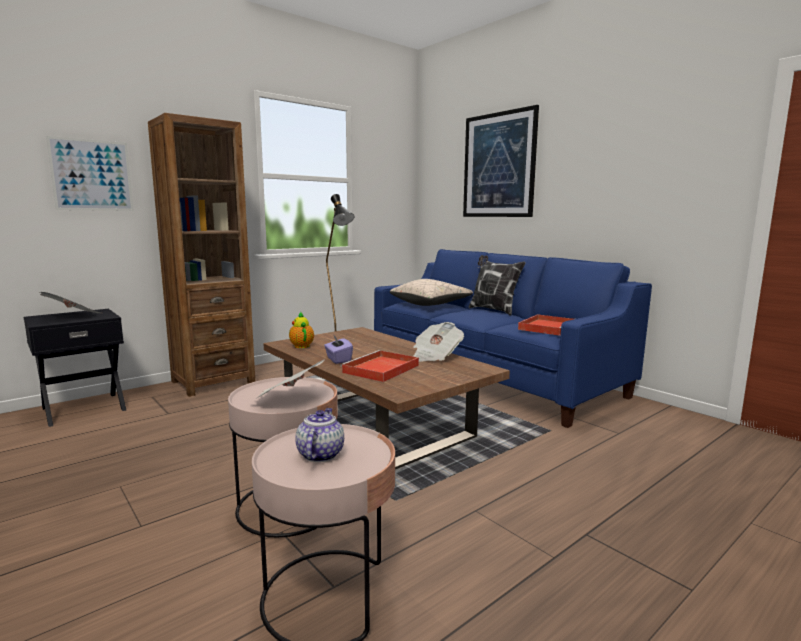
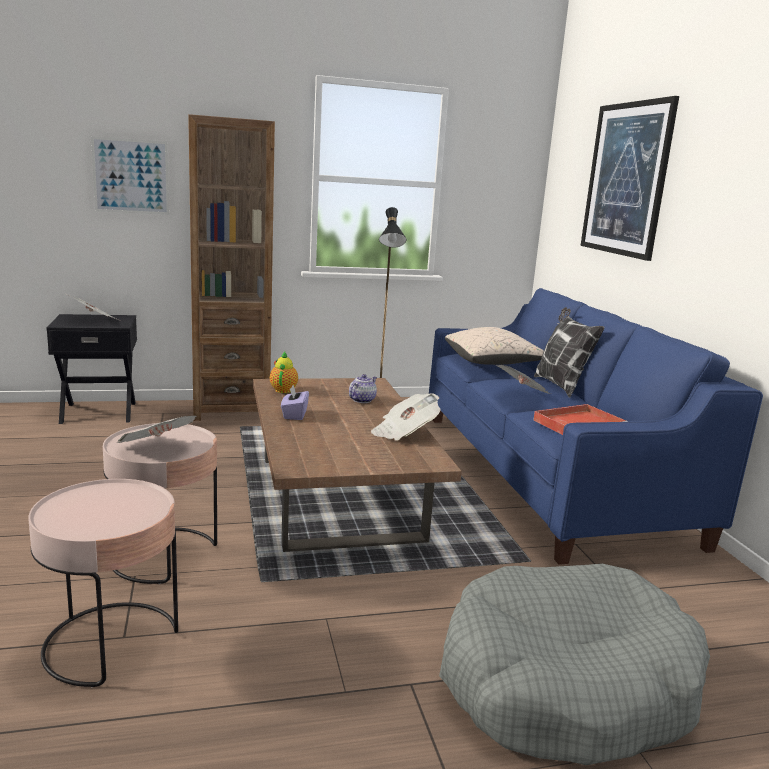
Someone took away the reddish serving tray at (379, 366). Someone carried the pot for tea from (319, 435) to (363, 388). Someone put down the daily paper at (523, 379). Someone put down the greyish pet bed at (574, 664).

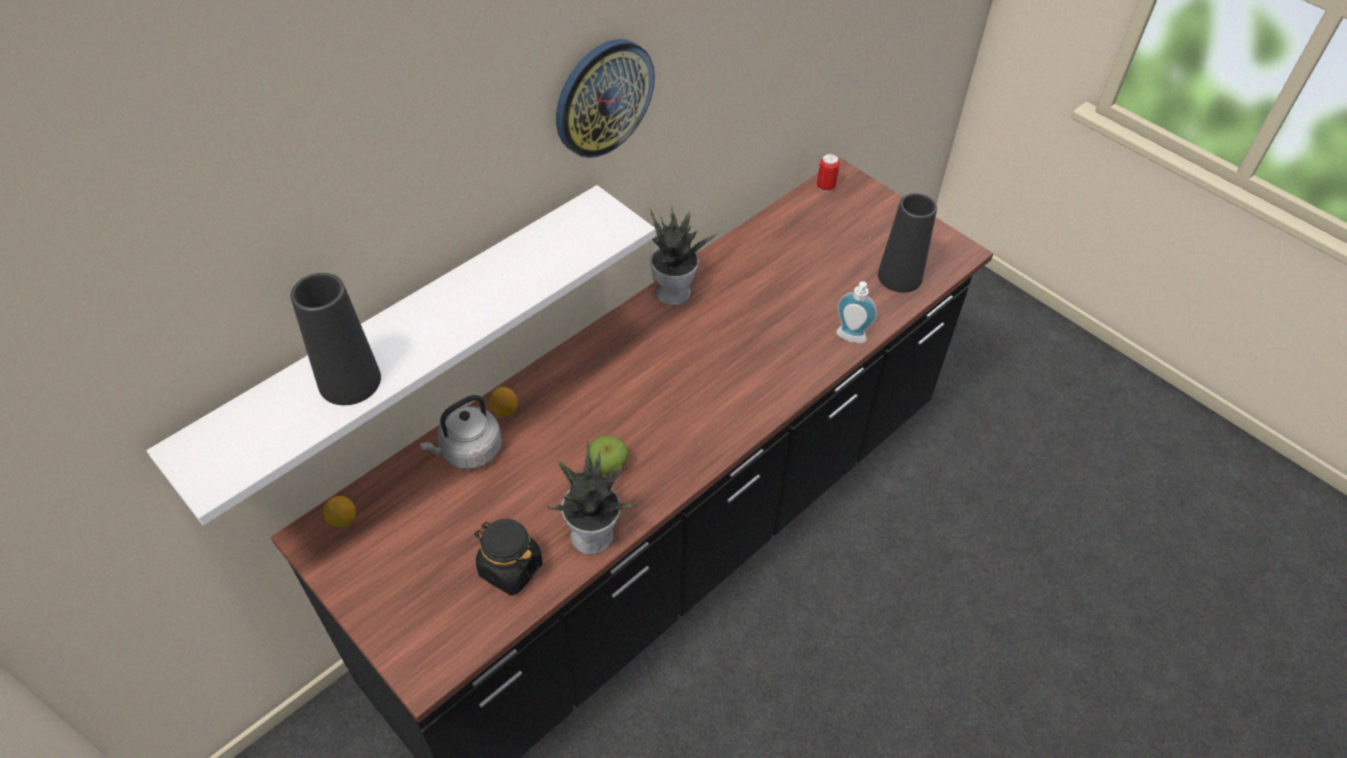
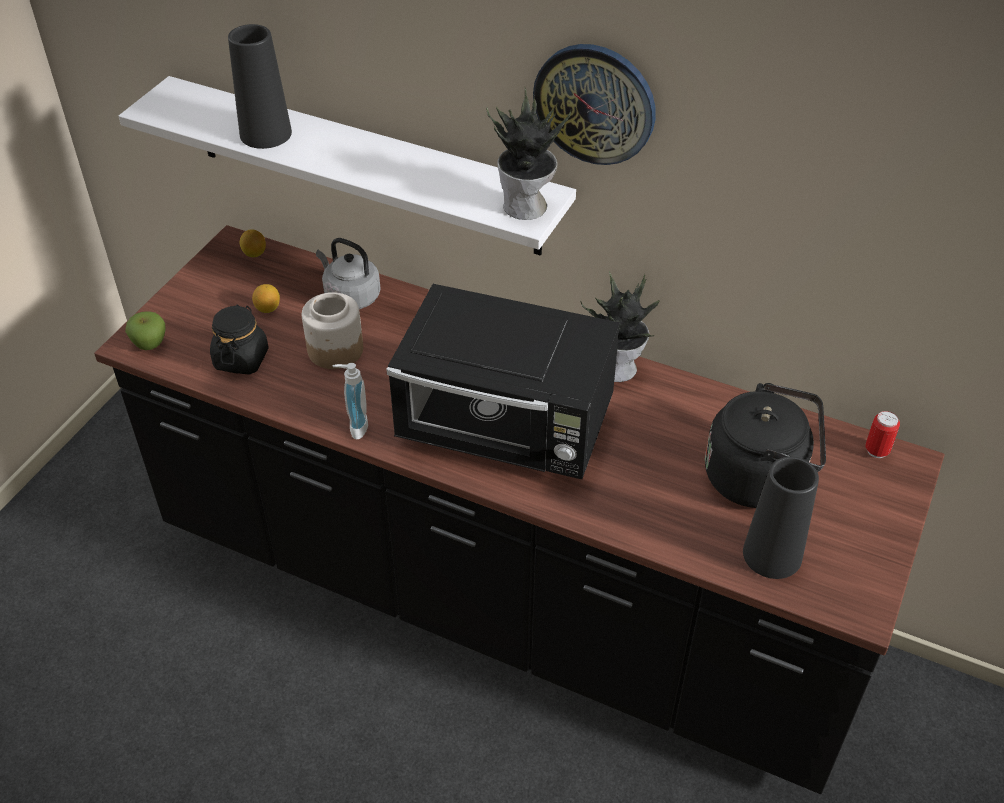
Someone carried the soap bottle from (856, 312) to (350, 401). Someone carried the lemon from (503, 402) to (266, 298). Someone carried the whole apple from (607, 456) to (145, 330). Someone carried the plant in a pot from (592, 497) to (528, 153). Someone put down the blackish kitchen microwave at (503, 381). Someone put down the preserve jar at (332, 330). Someone put down the blackish tea kettle at (765, 445).

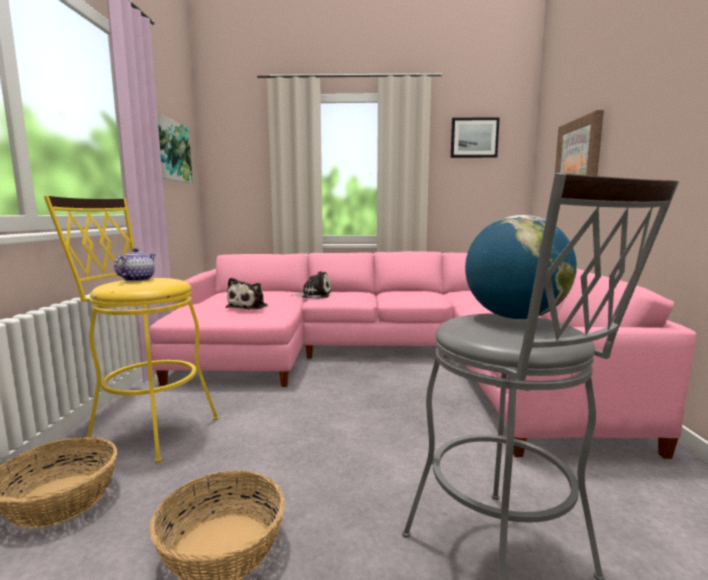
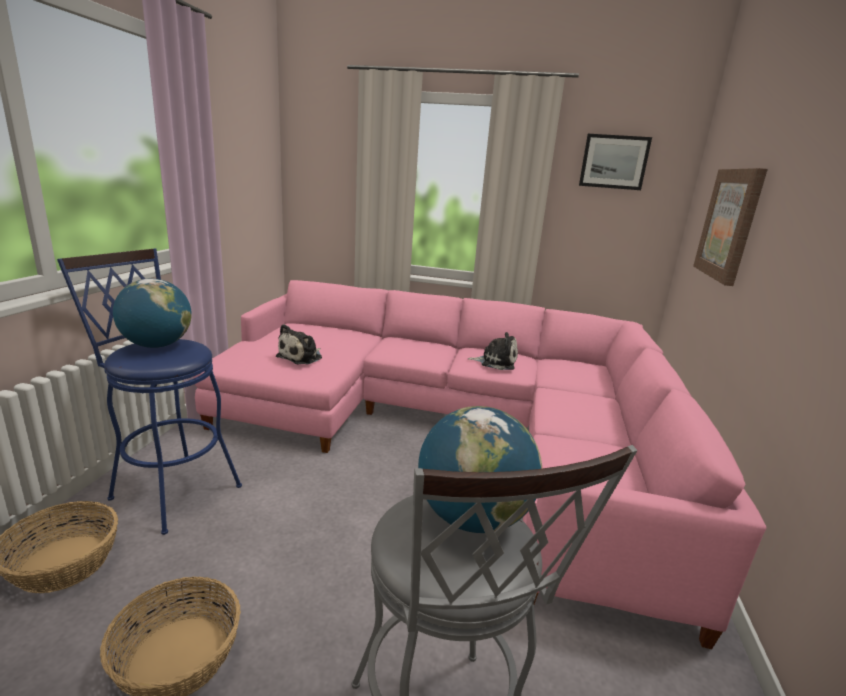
Someone took away the picture at (175, 148). Someone repainted the yellow-coloured sitting stool at (131, 329), which became the bluish sitting stool at (149, 391). Someone swapped the pot for tea at (135, 264) for the desk globe at (152, 313). Someone carried the soft toy from (311, 285) to (493, 351).

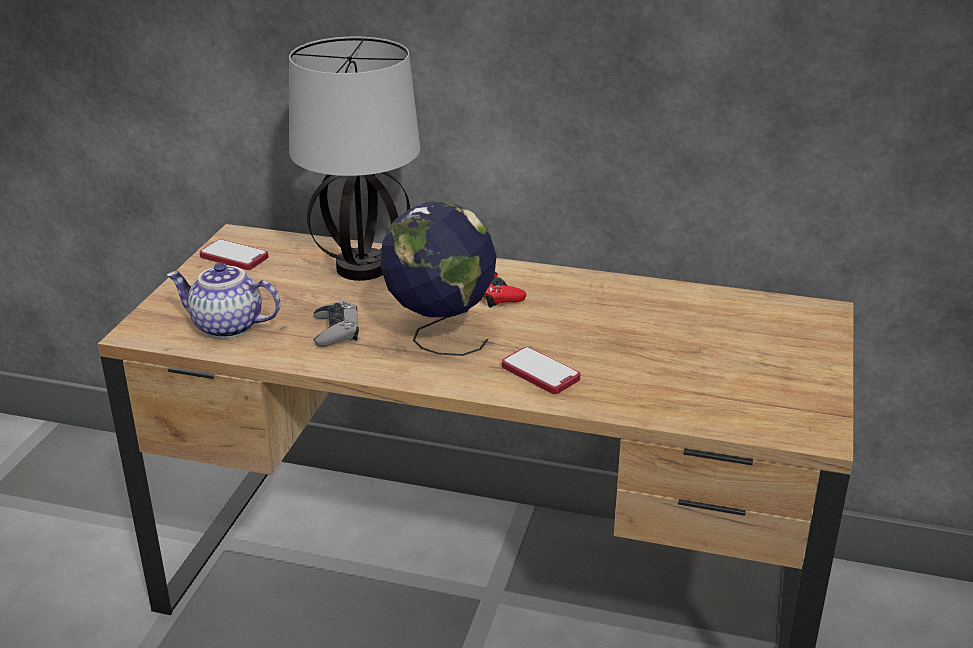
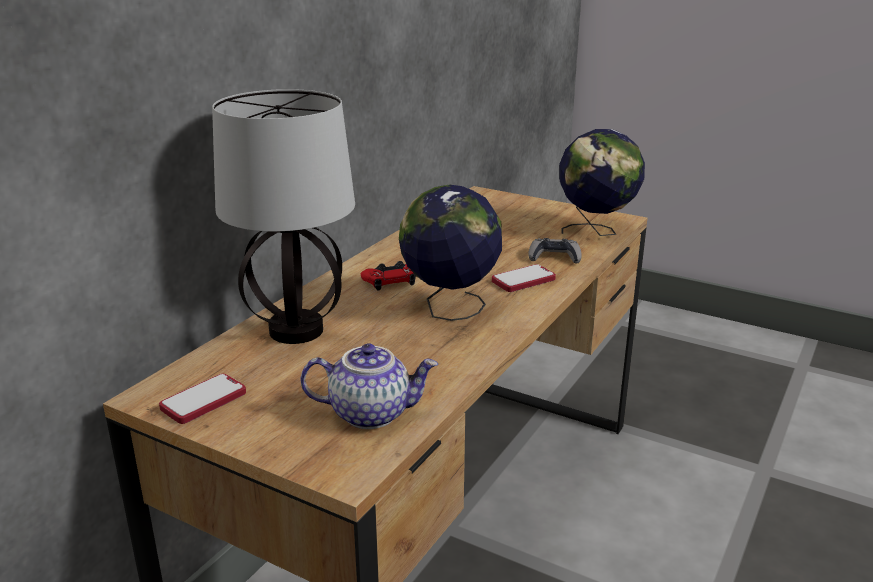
Someone rotated the pot for tea at (223, 301) by 120 degrees counterclockwise. Someone carried the greyish game controller from (336, 324) to (555, 251). Someone put down the desk globe at (602, 182).

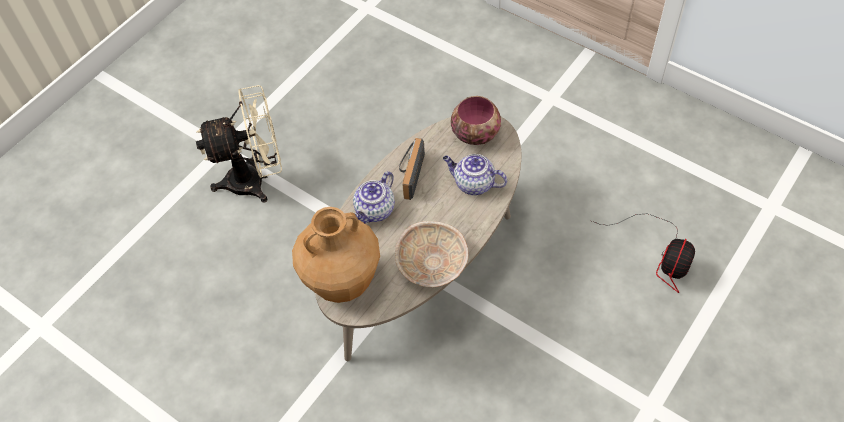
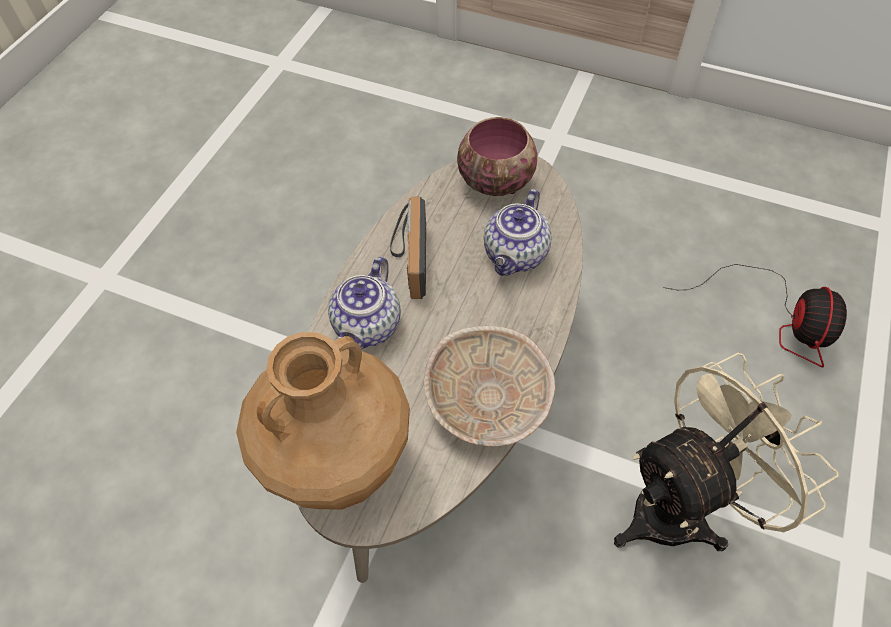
Someone carried the sand-coloured electric fan from (239, 144) to (726, 452). Someone rotated the pot for tea at (475, 174) by 75 degrees counterclockwise.

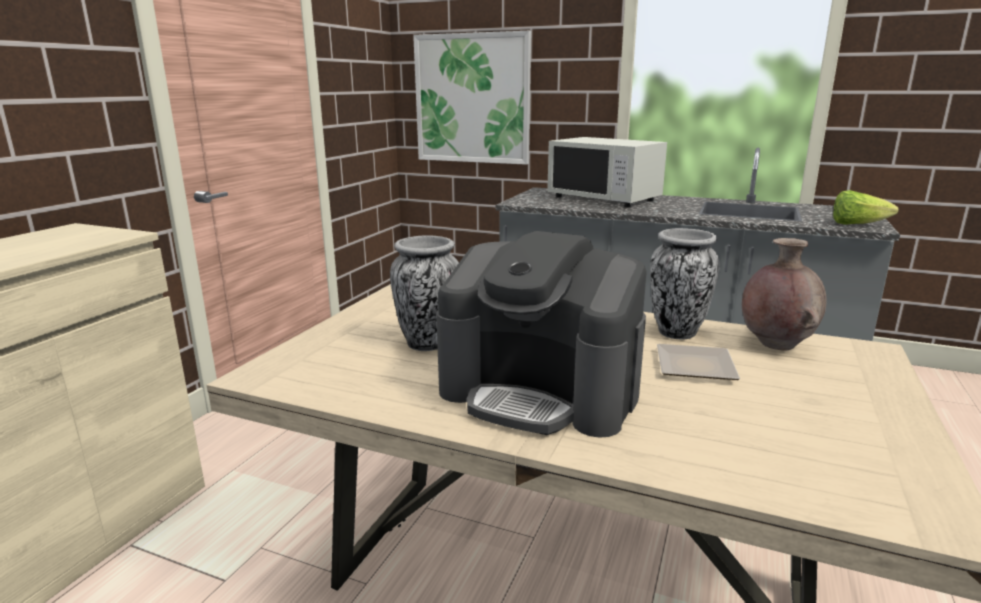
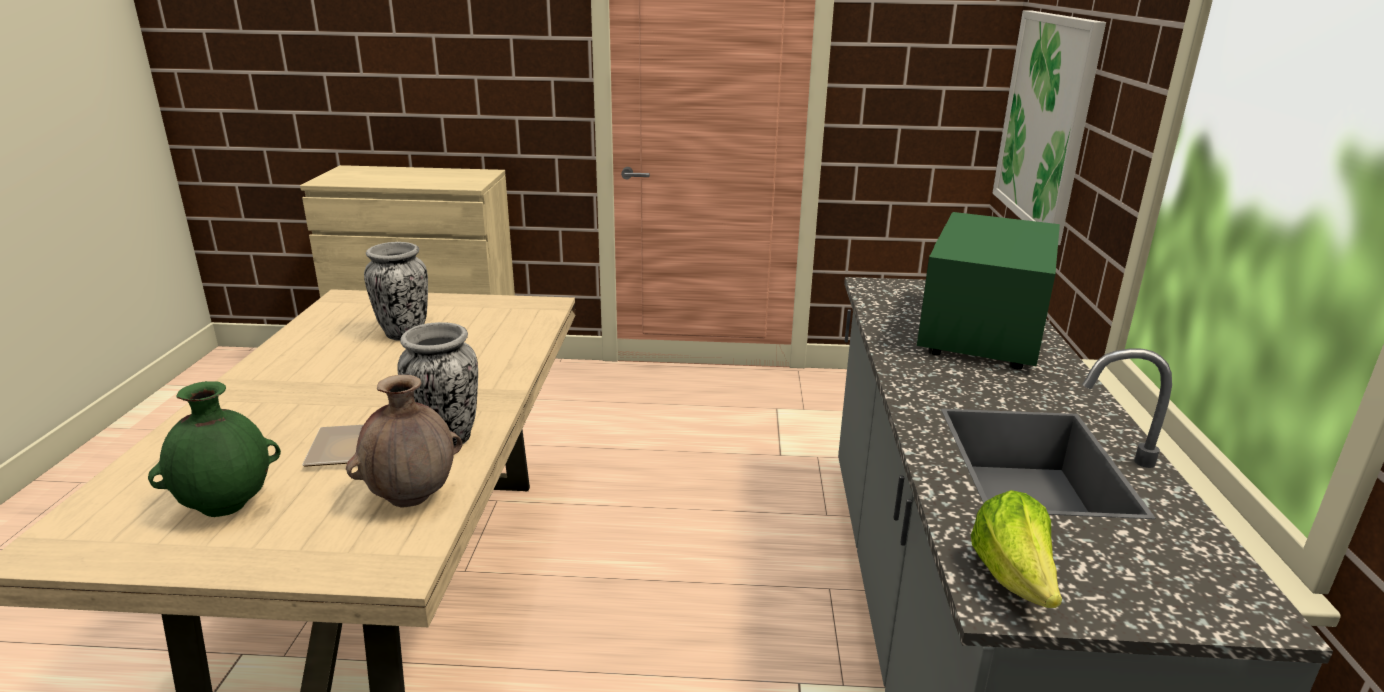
Someone repainted the whitish kitchen microwave at (607, 172), which became the green kitchen microwave at (988, 290). Someone took away the coffee brewer at (541, 334). Someone put down the green decorative vase at (214, 449).

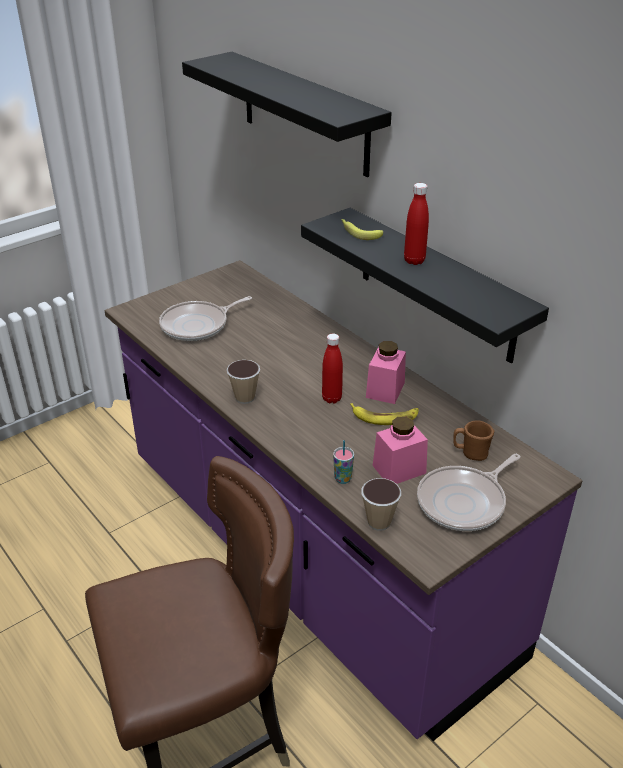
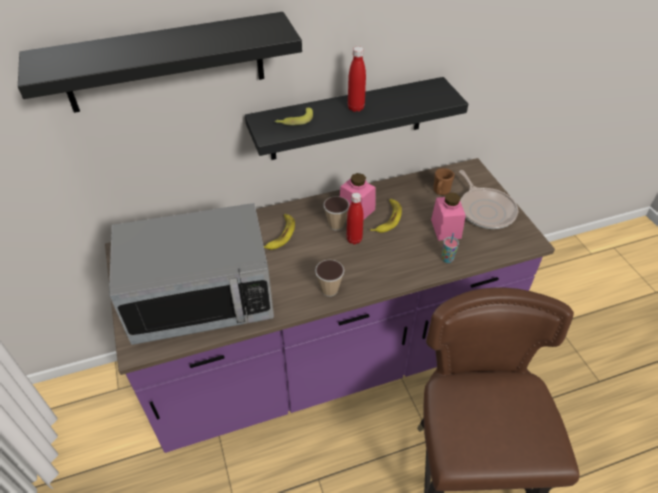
Someone swapped the pan at (205, 318) for the kitchen microwave at (191, 274). Someone carried the drinking cup from (381, 504) to (336, 213). Someone put down the banana fruit at (279, 232).

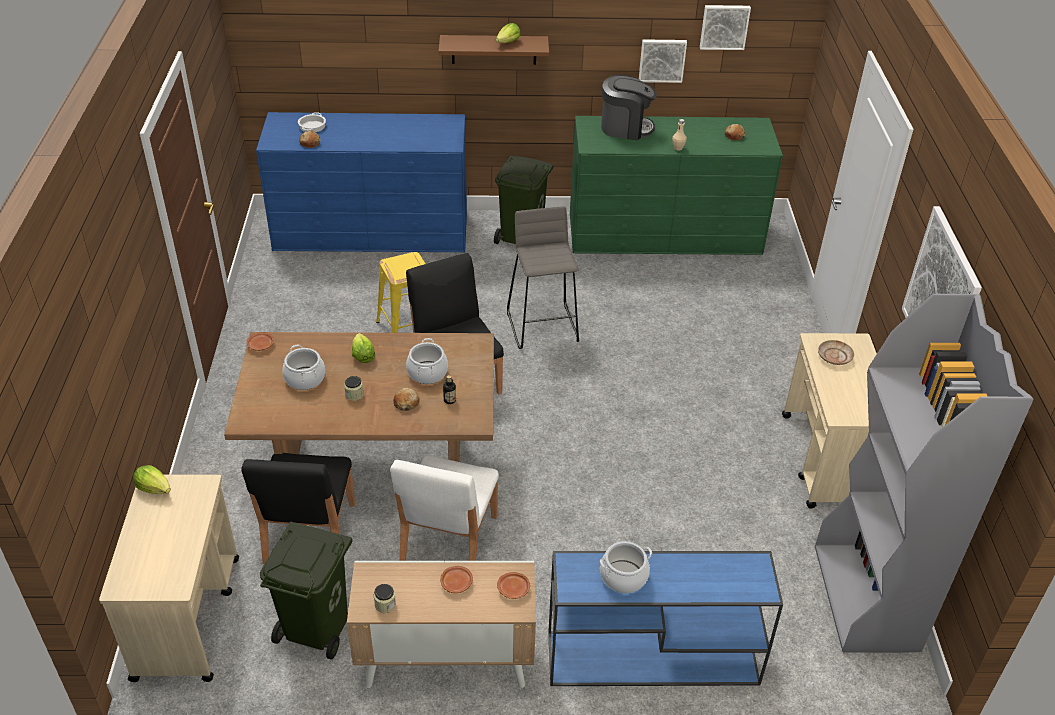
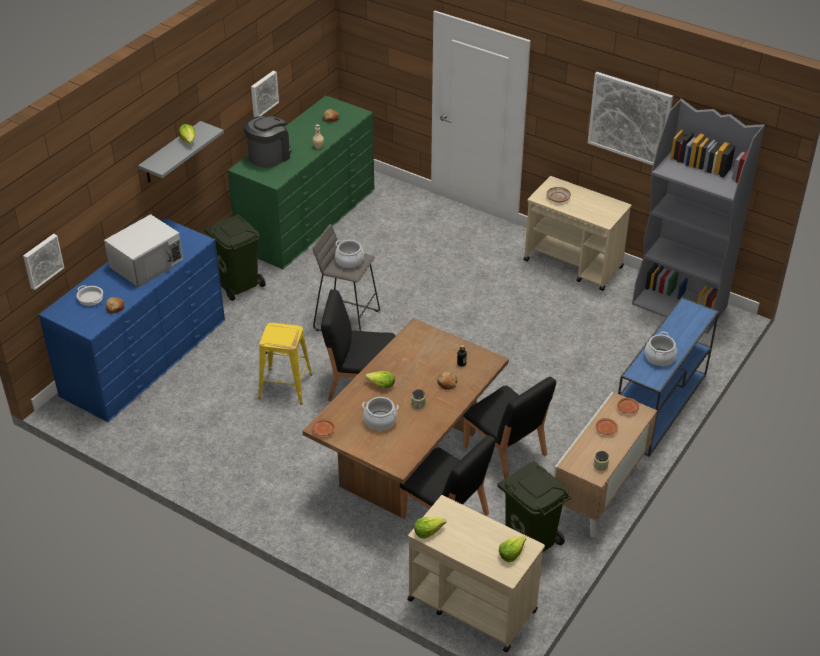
Someone carried the picture from (725, 27) to (43, 262). Someone repainted the brown wall shelf at (493, 50), which became the greyish wall shelf at (181, 152). Someone carried the saucepot from (427, 361) to (349, 254). Someone repainted the whitish plain chair at (444, 508), which became the blackish plain chair at (509, 428). Someone put down the whitish kitchen microwave at (143, 251). Someone put down the lettuce head at (512, 549).

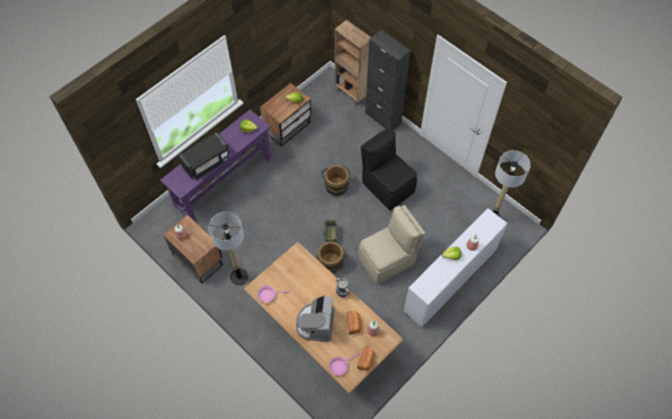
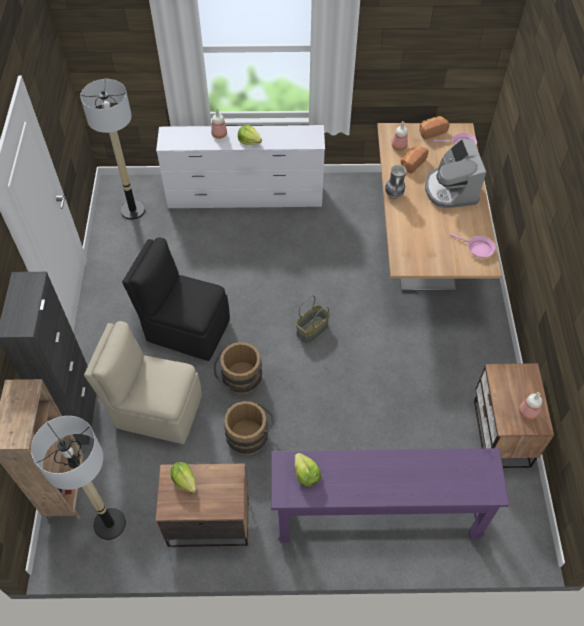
Someone rotated the blackish plain chair at (389, 169) by 105 degrees clockwise. Someone took away the blackish kitchen microwave at (204, 156). Someone carried the sand-coloured plain chair from (391, 245) to (143, 382). Someone carried the standard lamp from (228, 248) to (78, 478). Someone carried the brown bucket from (331, 258) to (249, 427). Someone rotated the coffee brewer at (315, 319) by 120 degrees clockwise.

